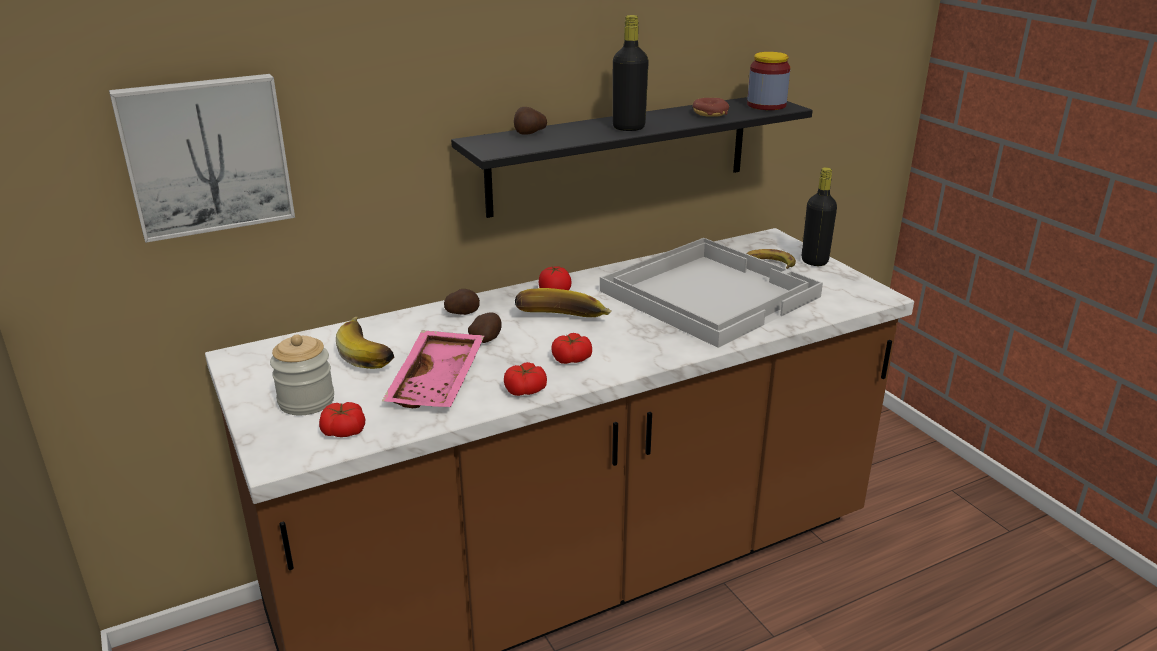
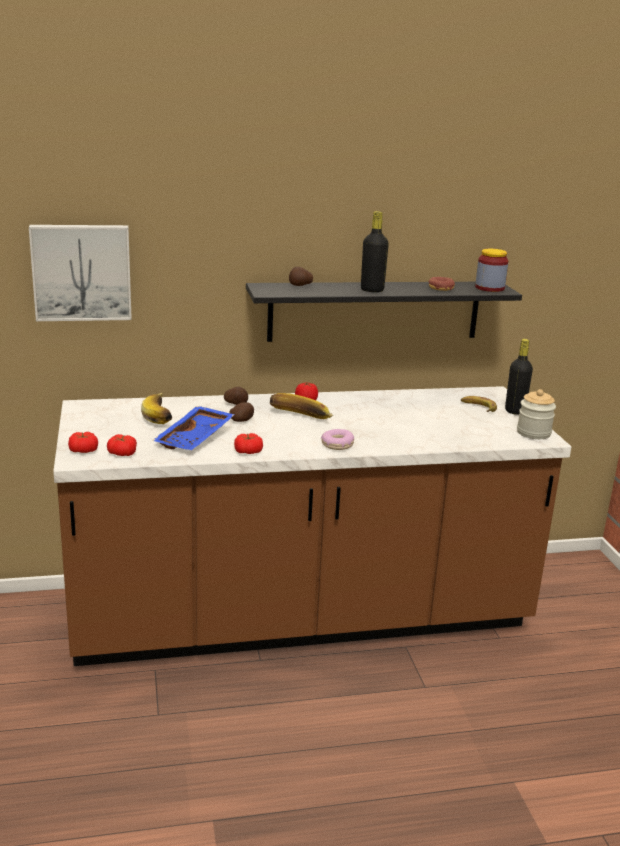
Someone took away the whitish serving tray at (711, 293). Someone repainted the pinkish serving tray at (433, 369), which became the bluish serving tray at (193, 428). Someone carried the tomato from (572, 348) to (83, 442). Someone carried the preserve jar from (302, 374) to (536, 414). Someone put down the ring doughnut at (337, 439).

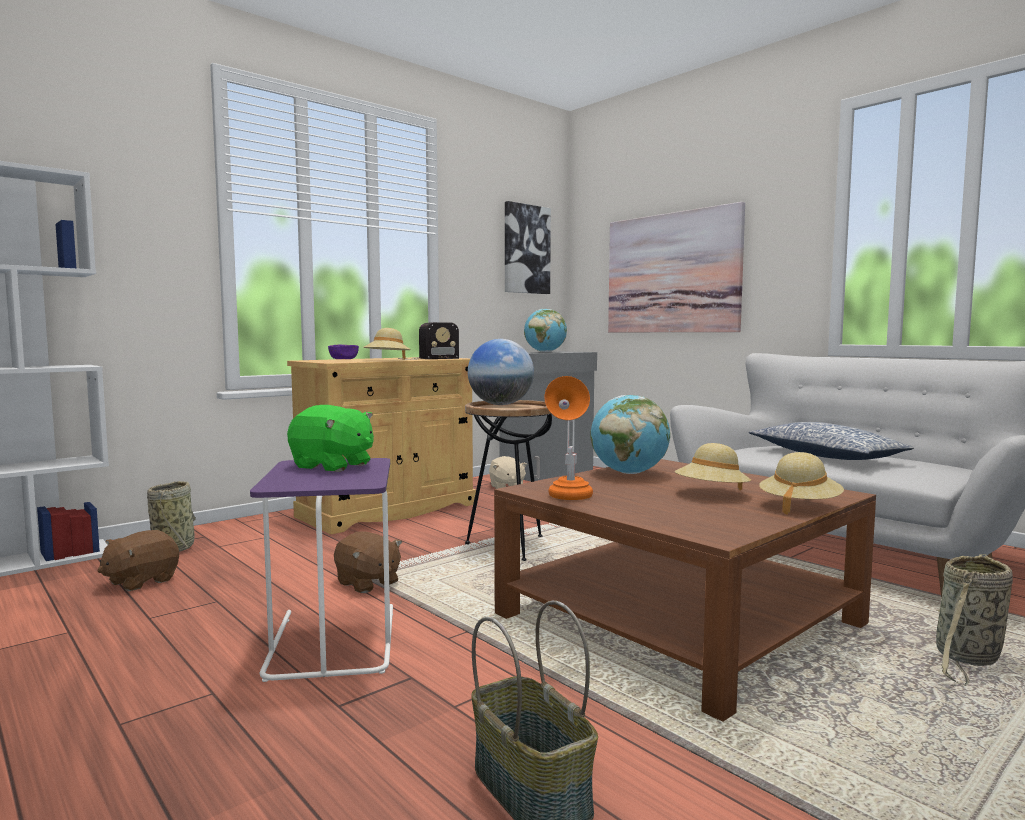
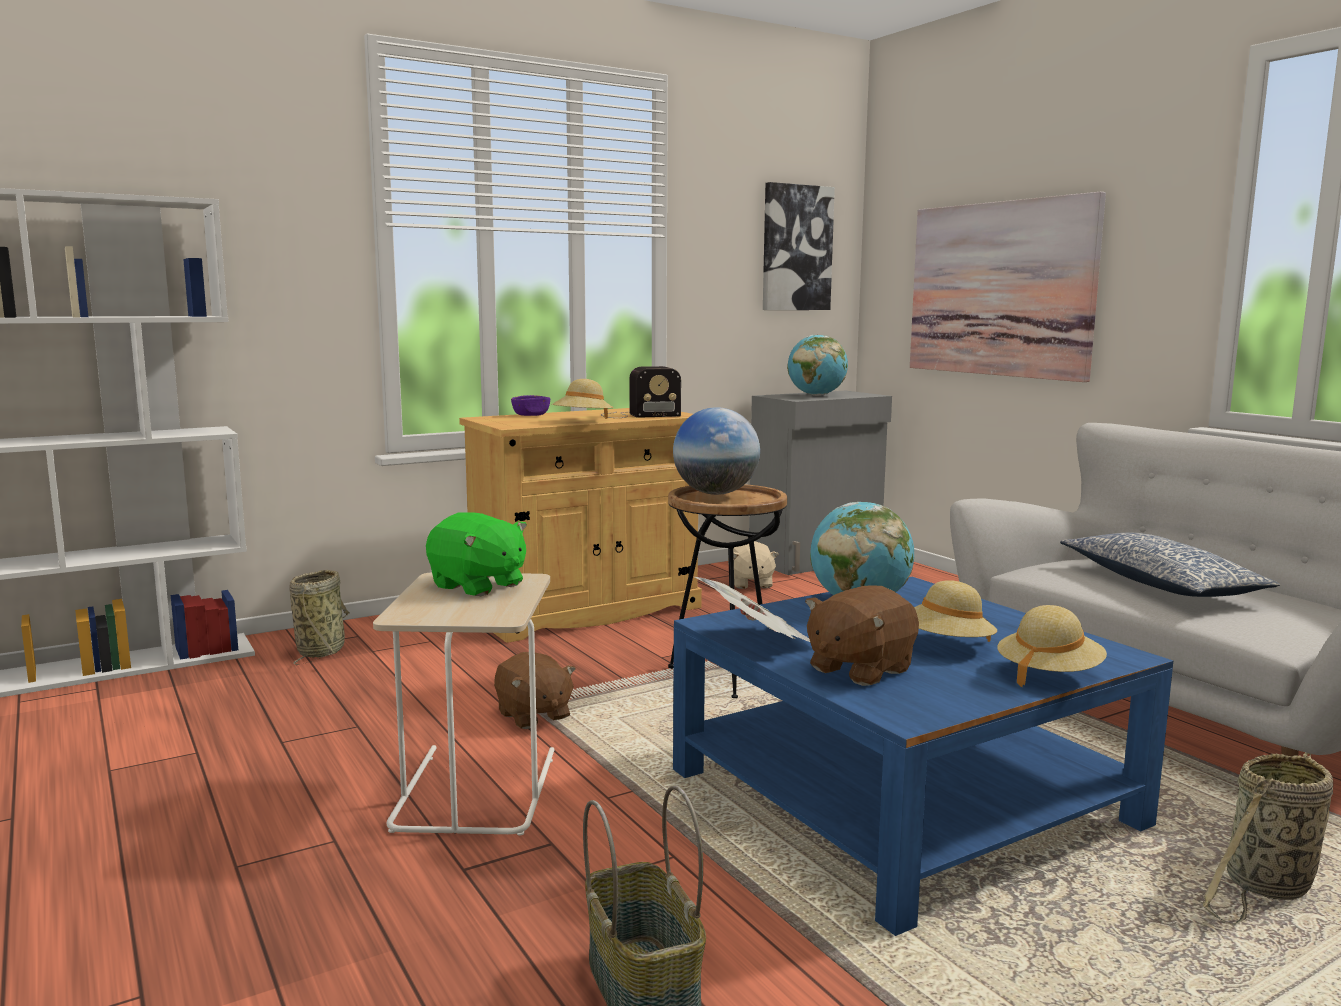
Someone swapped the orangey tabletop lamp at (568, 438) for the daily paper at (752, 609). Someone repainted the purple side table at (321, 570), which became the sand-coloured side table at (464, 703). Someone repainted the brown coffee table at (685, 590), which became the bluish coffee table at (923, 756). Someone carried the brown soft toy from (138, 561) to (862, 635).

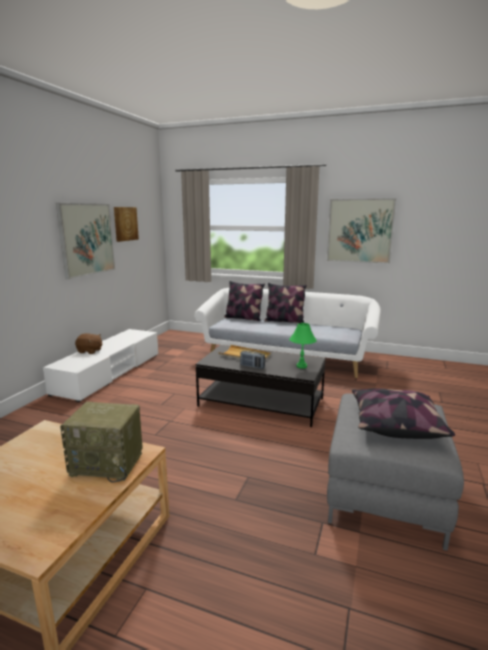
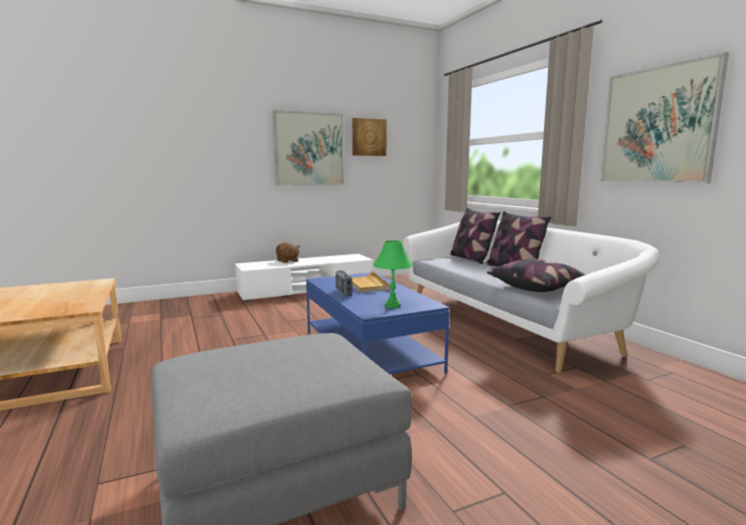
Someone repainted the blackish coffee table at (260, 386), which became the bluish coffee table at (378, 323). Someone carried the pillow from (403, 413) to (536, 275). Someone took away the radio receiver at (101, 442).

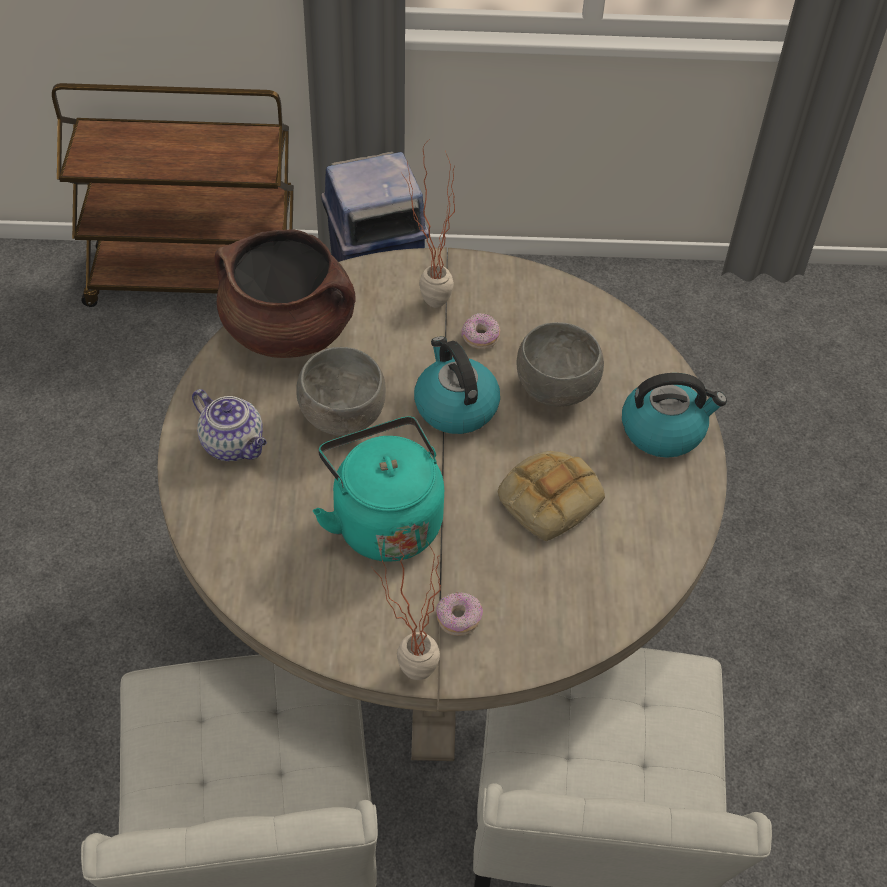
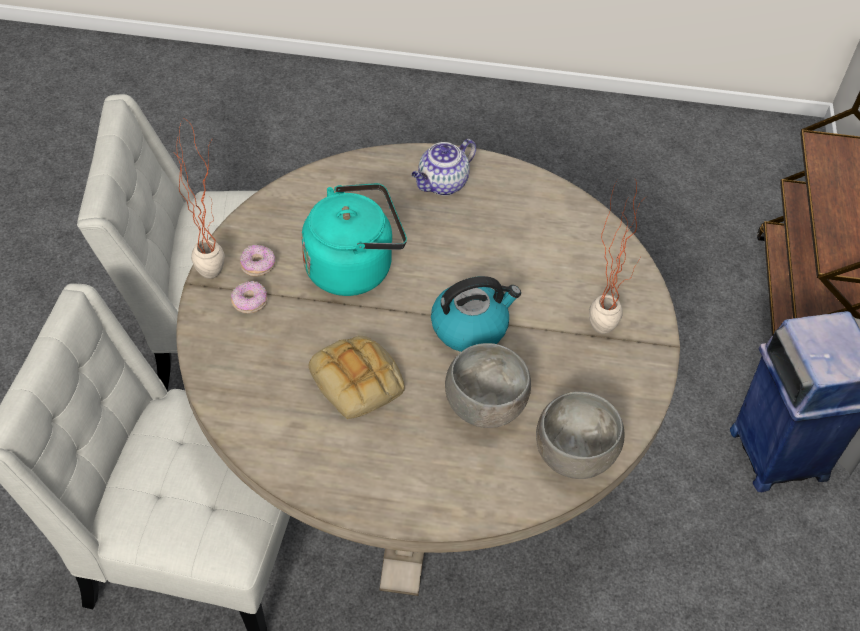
Someone took away the brown saucepot at (285, 293). Someone carried the ring doughnut from (480, 331) to (257, 260). Someone carried the greyish deep dish from (341, 391) to (580, 435). Someone took away the tea kettle at (674, 415).

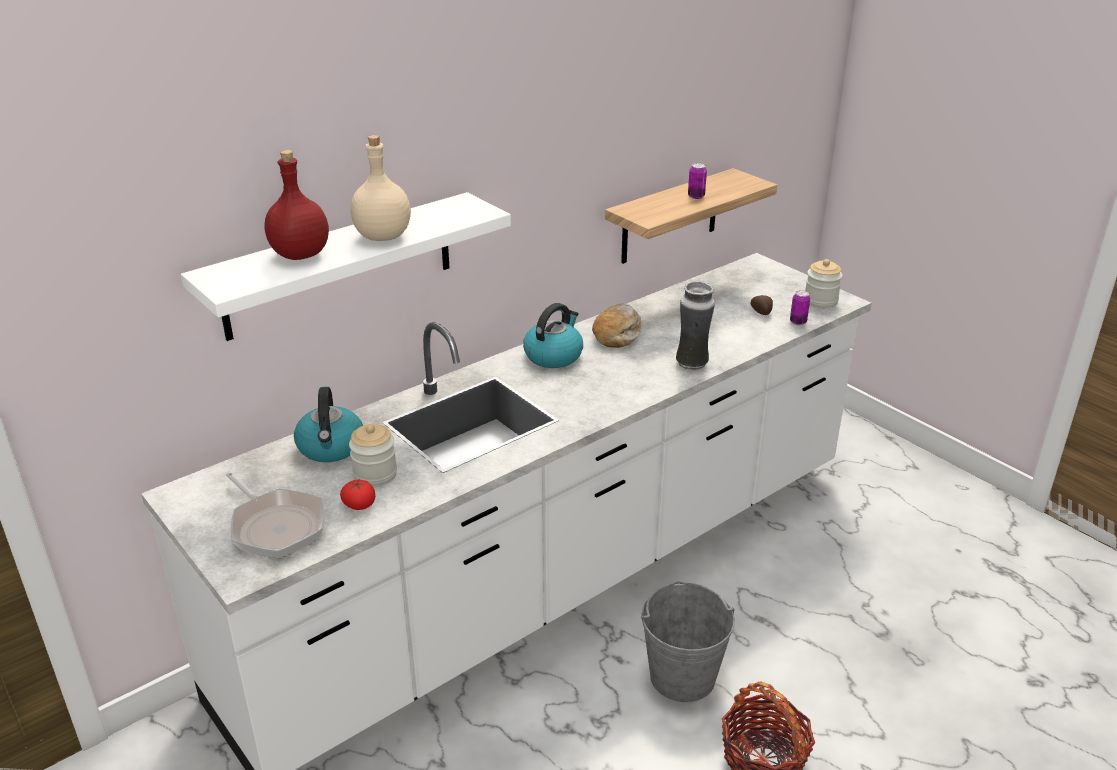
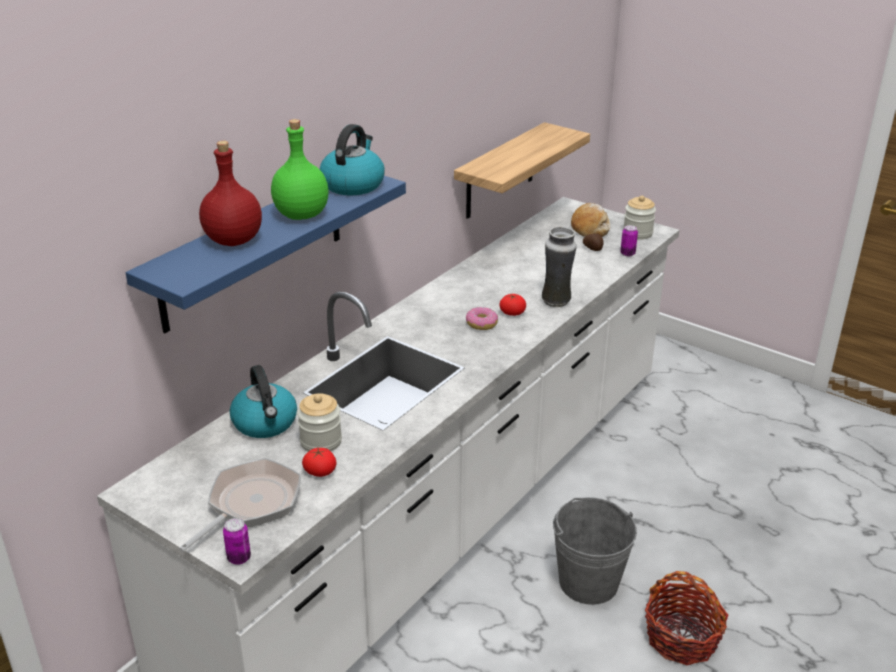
Someone repainted the sand-coloured beverage bottle at (380, 188), which became the green beverage bottle at (300, 169). Someone carried the sealed can from (697, 181) to (237, 541). Someone repainted the whitish wall shelf at (346, 266), which became the bluish wall shelf at (266, 254). Someone carried the tea kettle from (553, 335) to (352, 159). Someone carried the bread from (617, 326) to (590, 220). Someone rotated the pan at (275, 515) by 90 degrees counterclockwise. Someone put down the tomato at (512, 304). Someone put down the ring doughnut at (482, 318).

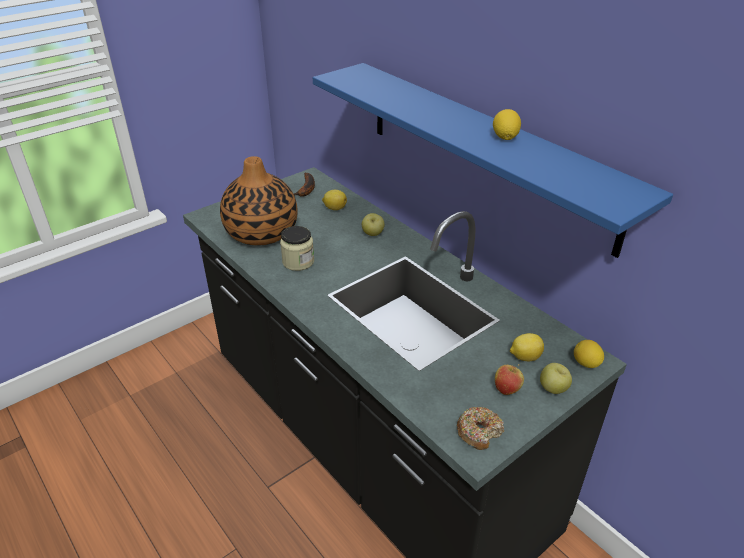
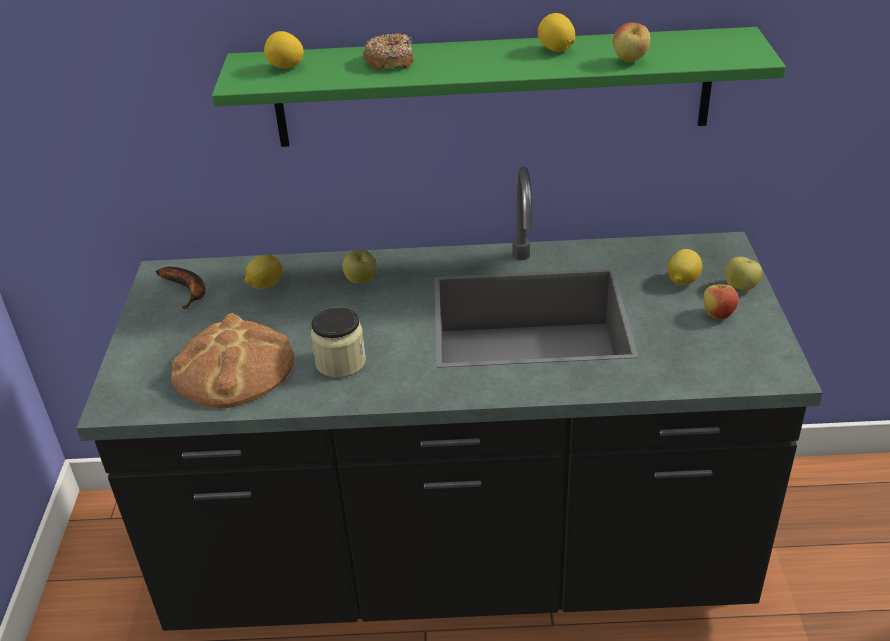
Someone repainted the bluish wall shelf at (493, 160), which became the green wall shelf at (499, 87). Someone swapped the decorative vase at (259, 200) for the bread at (232, 361). Someone carried the lemon from (589, 354) to (284, 49). Someone carried the ring doughnut from (480, 428) to (388, 51). Someone put down the whole apple at (631, 42).

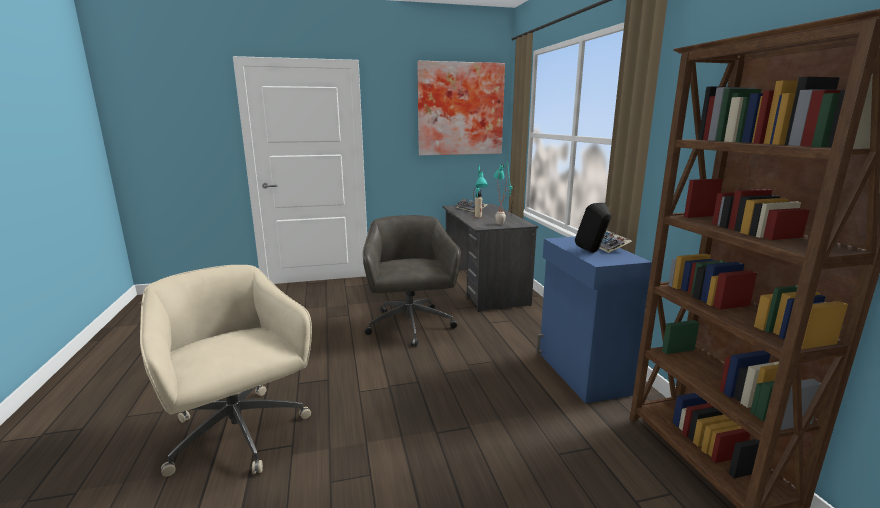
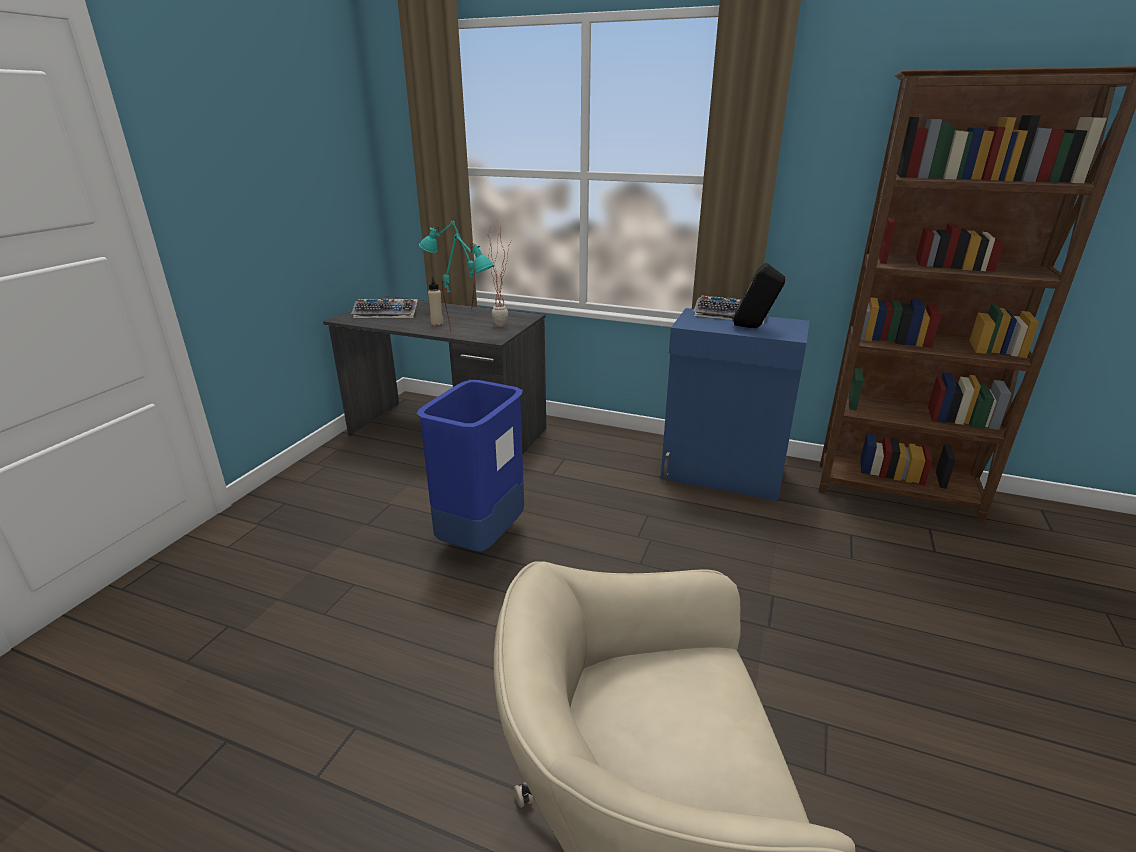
Someone took away the picture at (461, 108). Someone swapped the greyish desk chair at (412, 281) for the bluish waste bin at (470, 465).

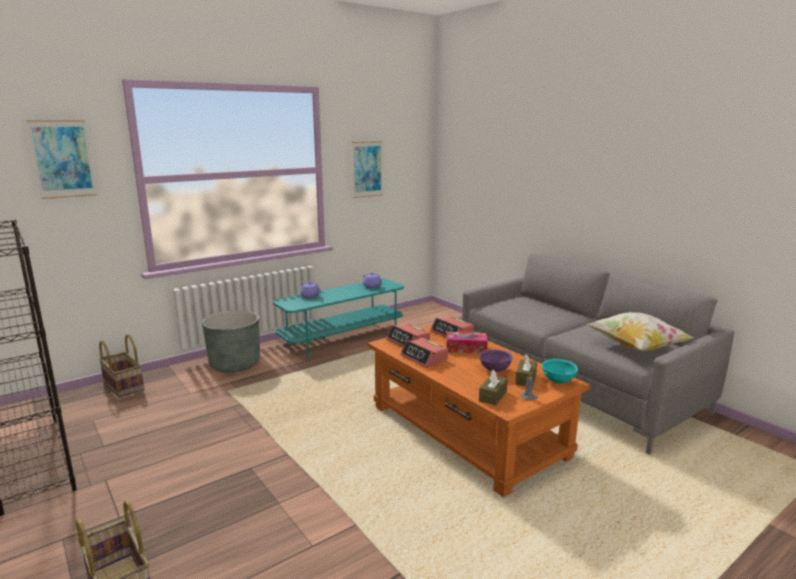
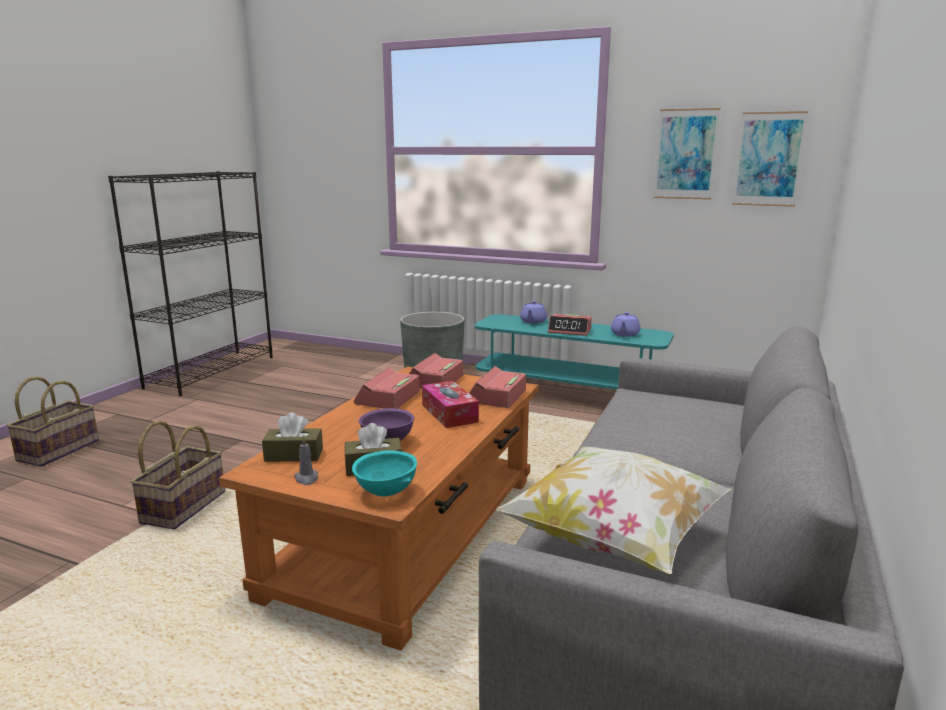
Someone carried the picture from (61, 159) to (770, 159). Someone carried the basket from (121, 366) to (177, 474). Someone put down the alarm clock at (570, 325).

